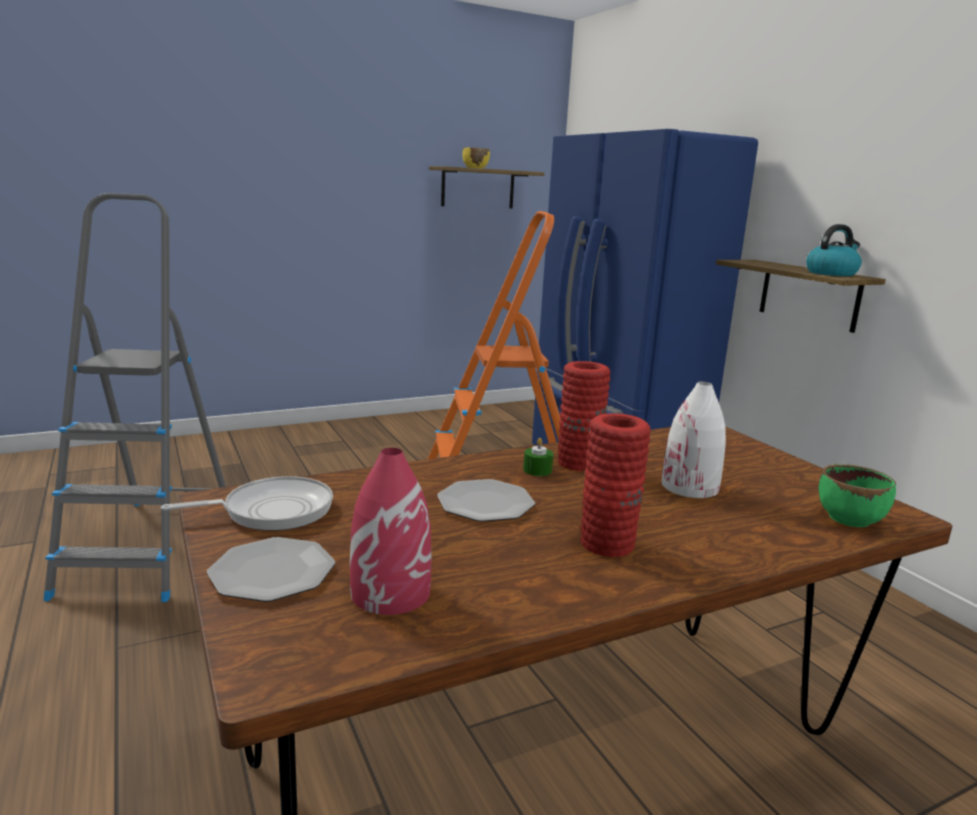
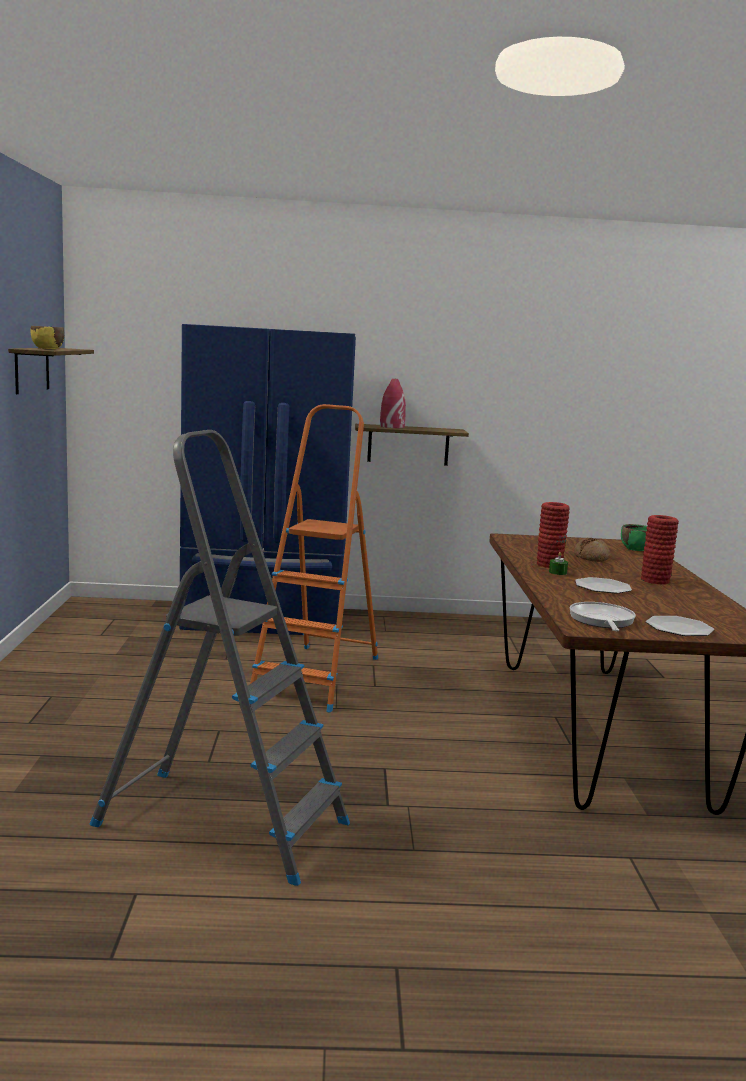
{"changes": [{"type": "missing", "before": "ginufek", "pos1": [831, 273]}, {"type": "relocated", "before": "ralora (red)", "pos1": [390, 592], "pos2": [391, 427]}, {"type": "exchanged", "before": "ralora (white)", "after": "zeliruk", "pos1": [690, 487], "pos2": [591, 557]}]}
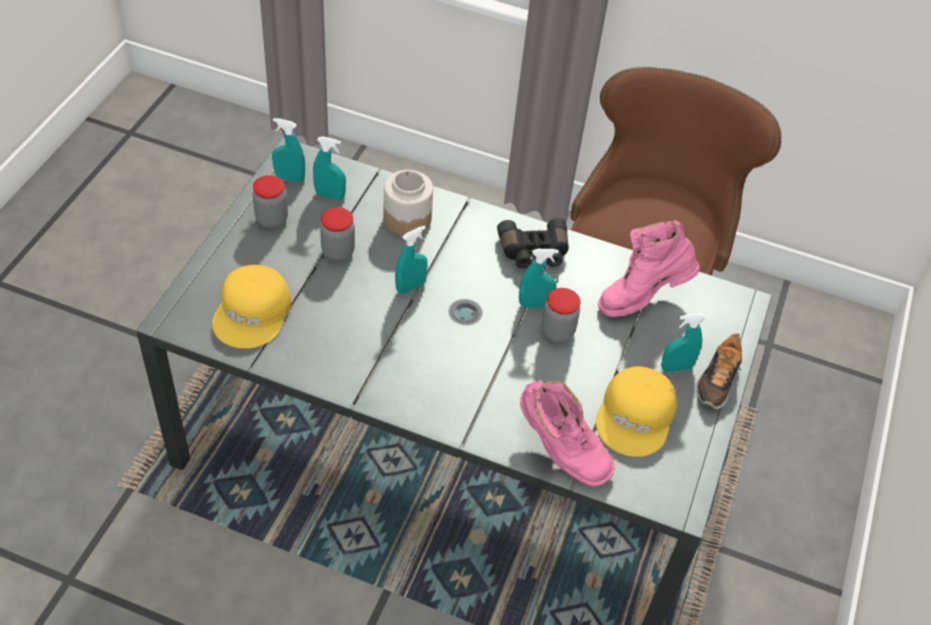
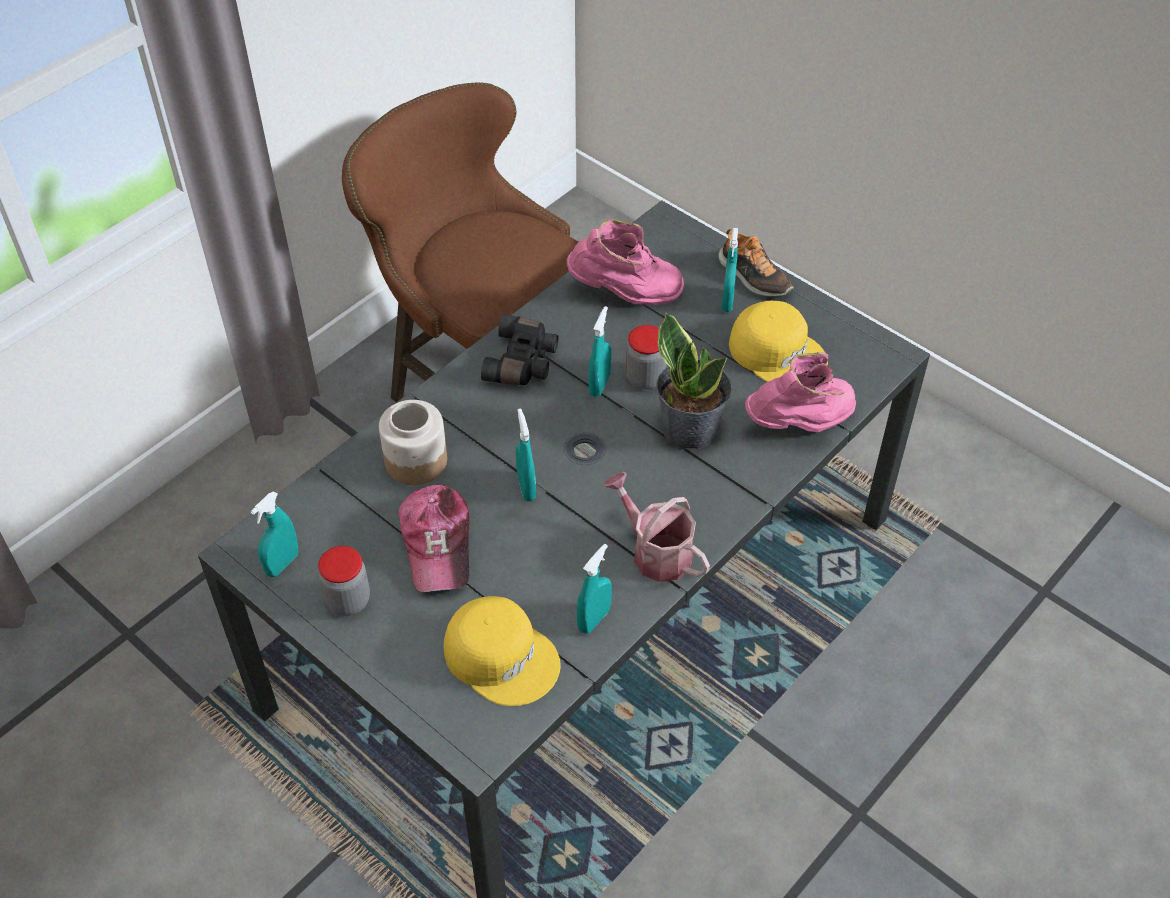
{"changes": [{"type": "appeared", "after": "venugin", "pos2": [655, 551]}, {"type": "appeared", "after": "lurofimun", "pos2": [689, 429]}, {"type": "relocated", "before": "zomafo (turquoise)", "pos1": [330, 195], "pos2": [594, 619]}, {"type": "exchanged", "before": "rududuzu", "after": "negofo", "pos1": [338, 251], "pos2": [438, 544]}, {"type": "spun", "before": "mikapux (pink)", "pos1": [642, 297], "pos2": [625, 295], "turn": -90}]}
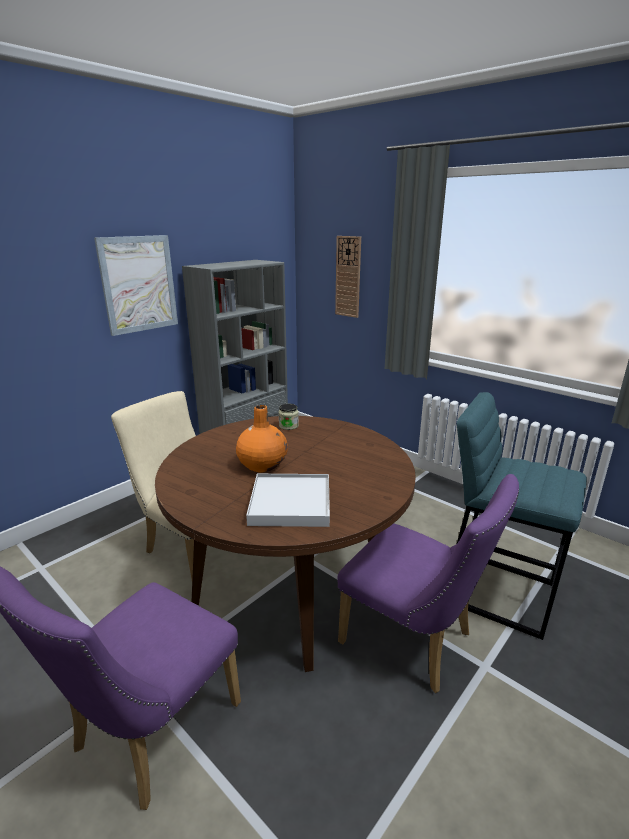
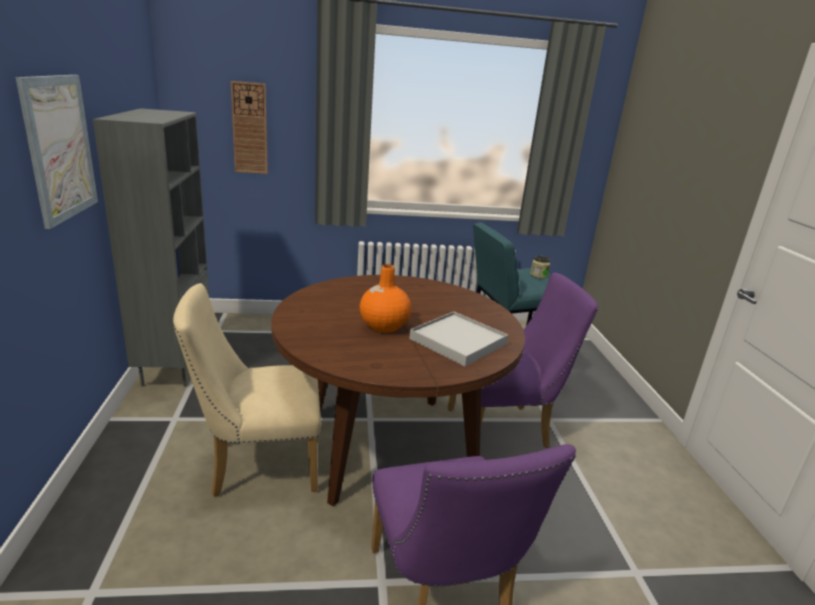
{"changes": [{"type": "relocated", "before": "rududuzu", "pos1": [288, 426], "pos2": [538, 275]}]}
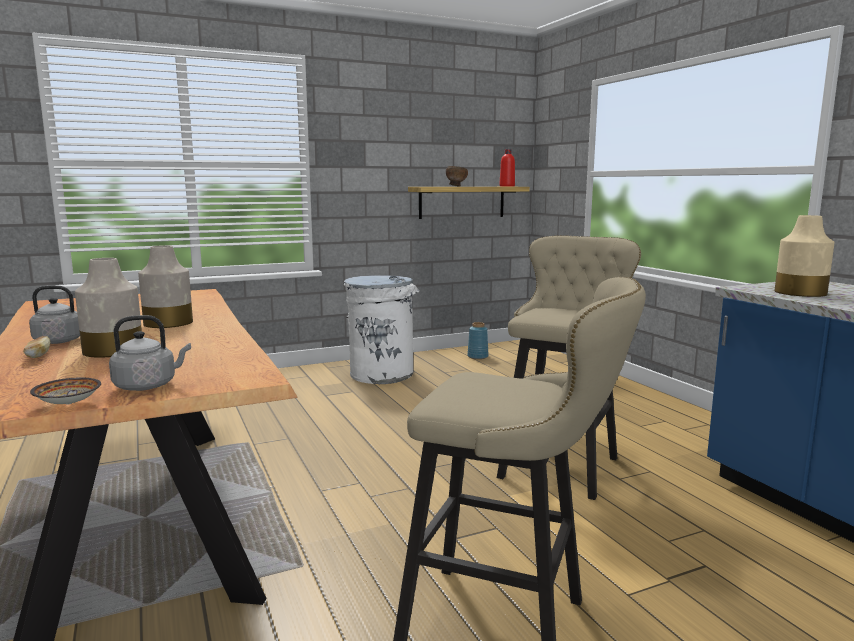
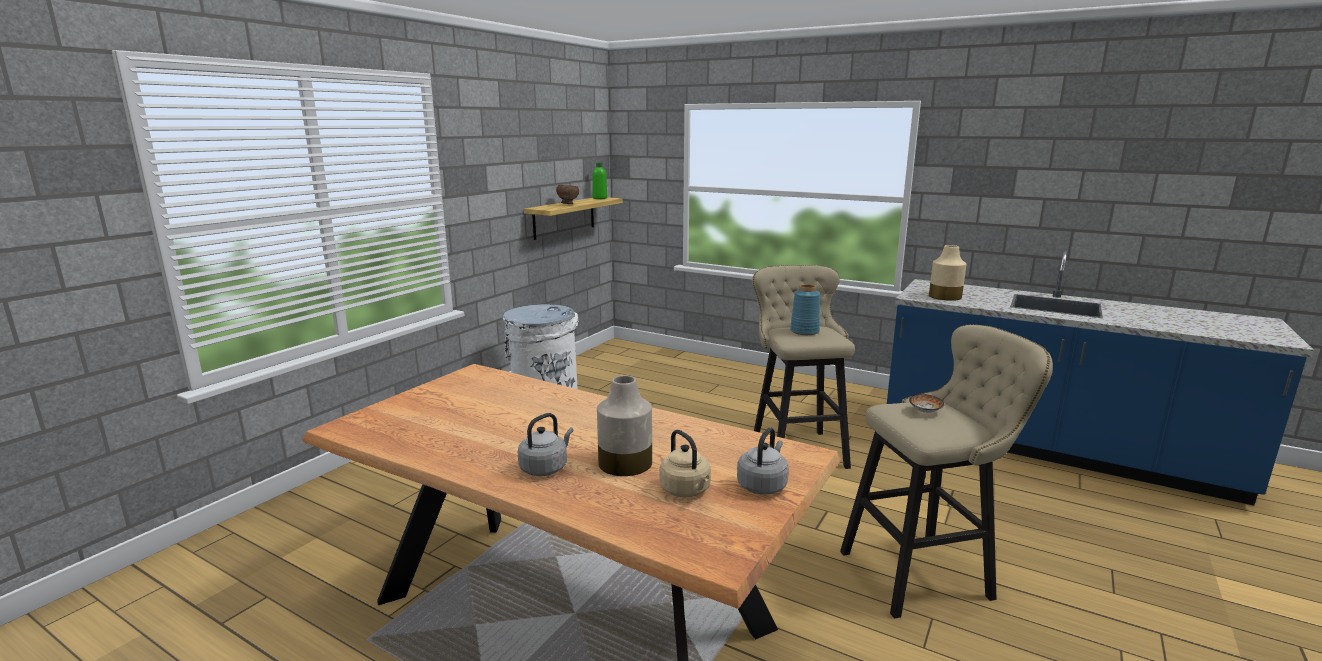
{"changes": [{"type": "missing", "before": "zeliruk", "pos1": [38, 356]}, {"type": "missing", "before": "ralora (beige)", "pos1": [167, 323]}, {"type": "appeared", "after": "ginufek (beige)", "pos2": [686, 491]}, {"type": "relocated", "before": "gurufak", "pos1": [68, 404], "pos2": [925, 411]}, {"type": "relocated", "before": "ralora (blue)", "pos1": [478, 357], "pos2": [805, 331]}, {"type": "colour", "before": "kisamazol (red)", "after": "kisamazol (green)", "pos1": [507, 186], "pos2": [600, 198]}]}
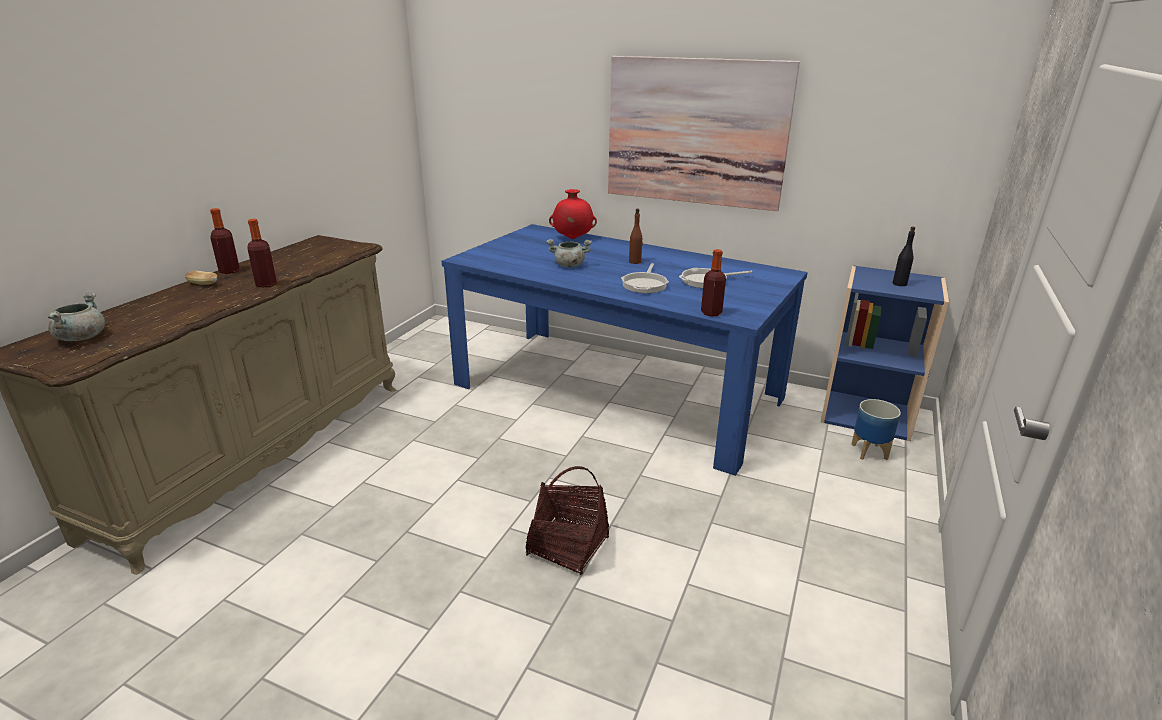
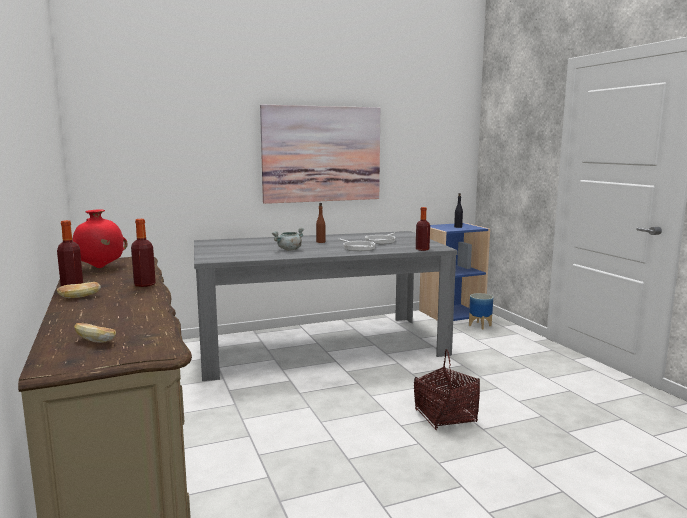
{"changes": [{"type": "relocated", "before": "ralora (red)", "pos1": [572, 239], "pos2": [100, 268]}, {"type": "exchanged", "before": "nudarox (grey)", "after": "zeliruk", "pos1": [81, 337], "pos2": [96, 341]}, {"type": "colour", "before": "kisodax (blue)", "after": "kisodax (grey)", "pos1": [616, 391], "pos2": [320, 345]}]}
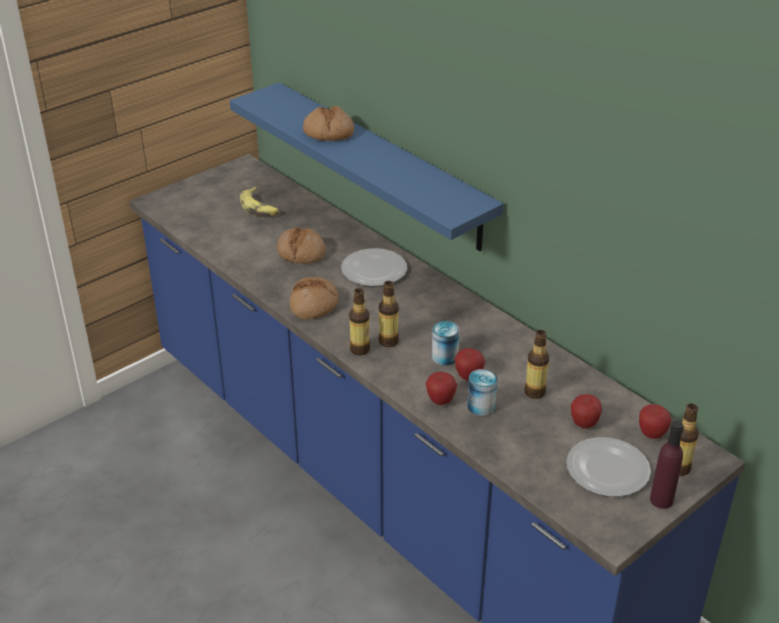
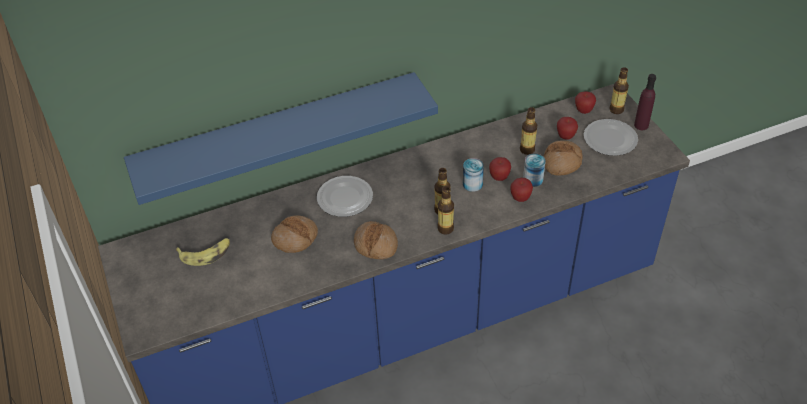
{"changes": [{"type": "relocated", "before": "zeliruk", "pos1": [328, 133], "pos2": [562, 162]}]}
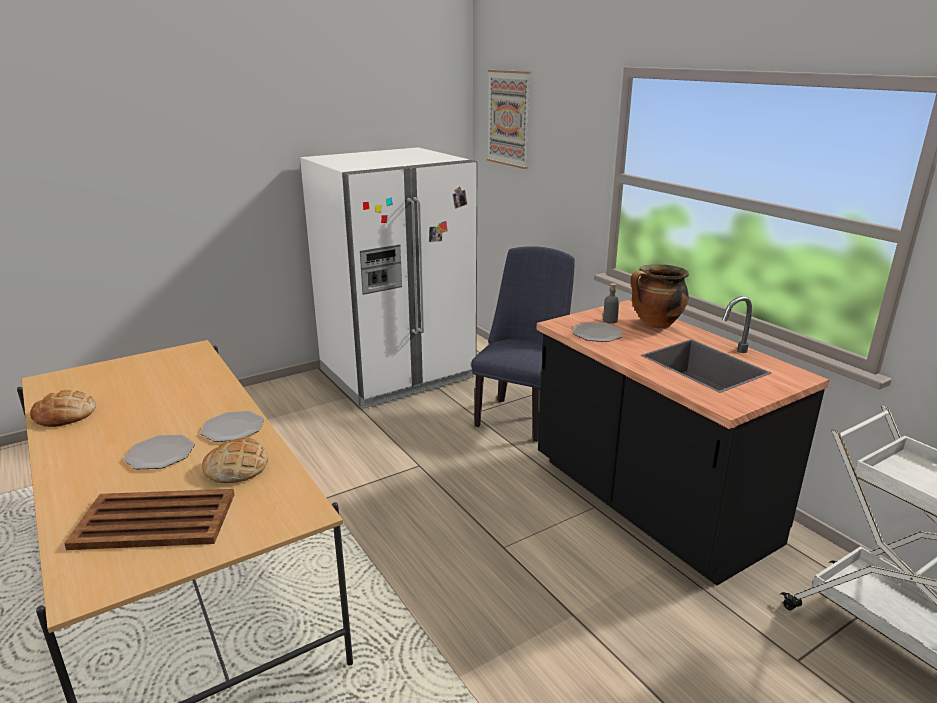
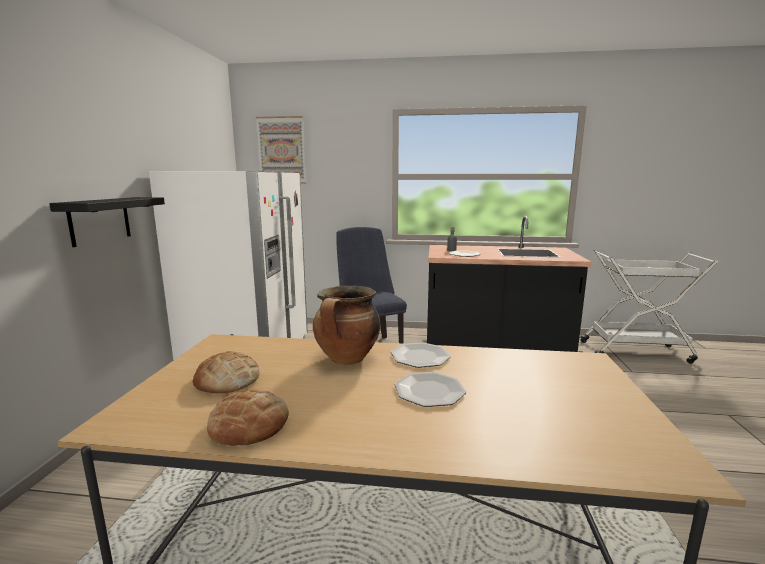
{"changes": [{"type": "missing", "before": "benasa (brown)", "pos1": [153, 520]}, {"type": "appeared", "after": "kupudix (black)", "pos2": [100, 220]}, {"type": "relocated", "before": "zeliruk", "pos1": [237, 467], "pos2": [227, 380]}, {"type": "relocated", "before": "nudarox", "pos1": [655, 324], "pos2": [347, 360]}]}
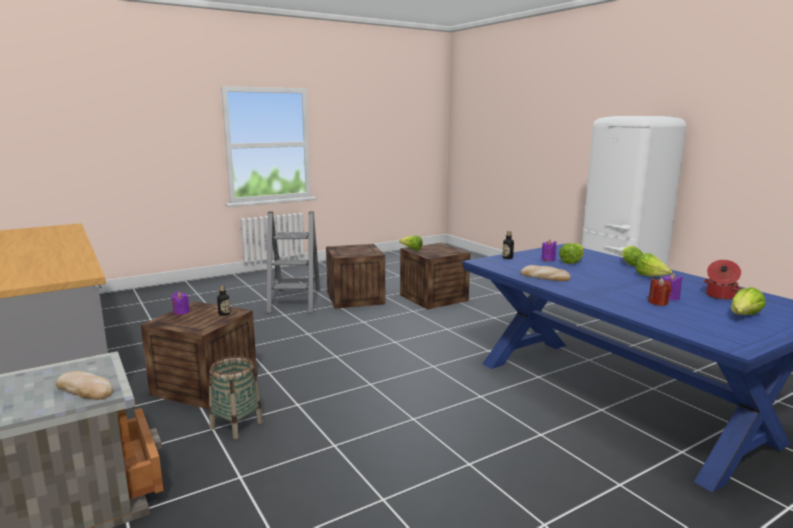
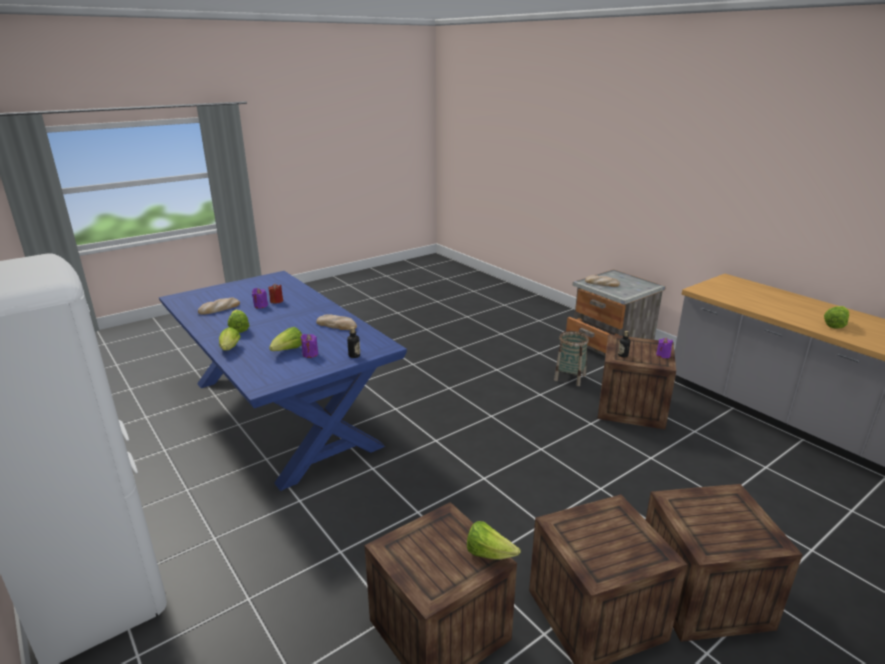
{"changes": [{"type": "relocated", "before": "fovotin", "pos1": [744, 316], "pos2": [835, 325]}, {"type": "exchanged", "before": "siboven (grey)", "after": "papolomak", "pos1": [295, 300], "pos2": [702, 594]}, {"type": "exchanged", "before": "nudarox", "after": "zeliruk", "pos1": [720, 296], "pos2": [219, 308]}]}
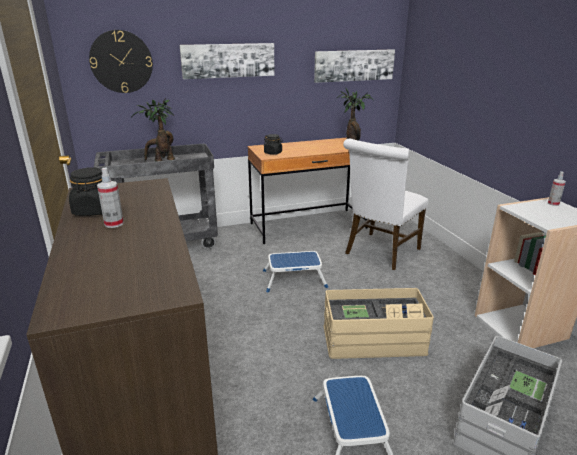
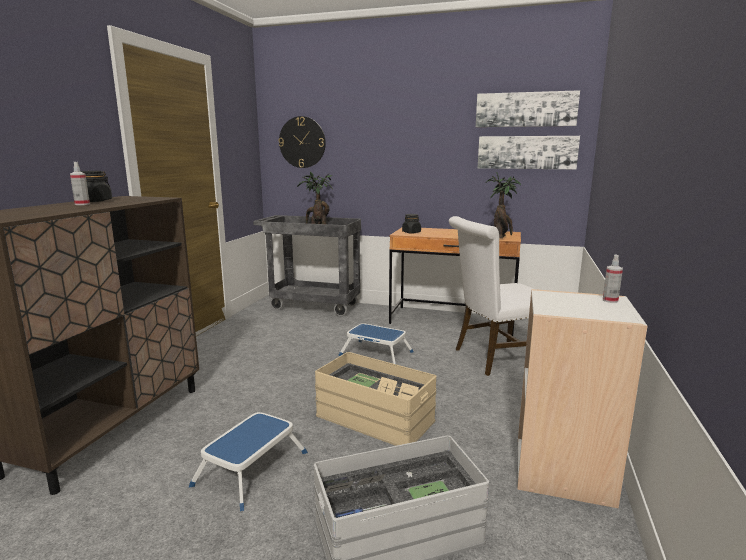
{"changes": [{"type": "relocated", "before": "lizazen", "pos1": [228, 60], "pos2": [525, 109]}]}
